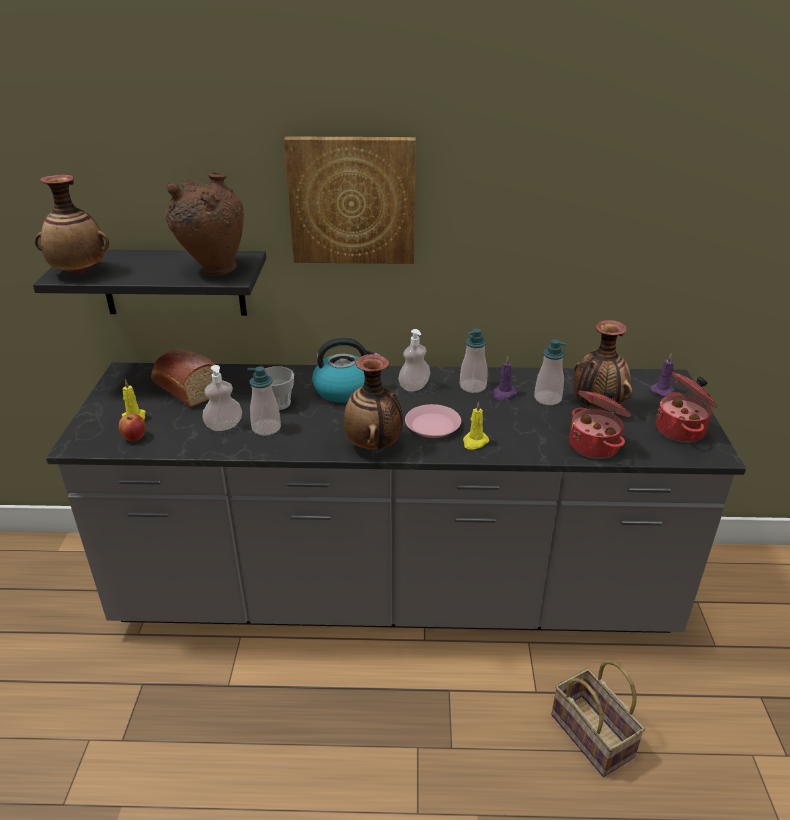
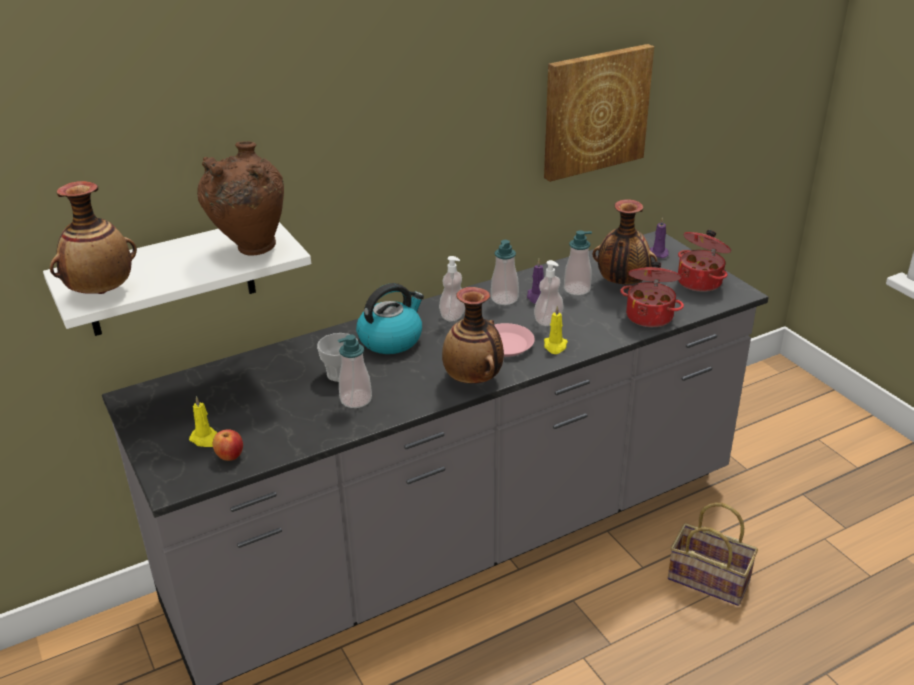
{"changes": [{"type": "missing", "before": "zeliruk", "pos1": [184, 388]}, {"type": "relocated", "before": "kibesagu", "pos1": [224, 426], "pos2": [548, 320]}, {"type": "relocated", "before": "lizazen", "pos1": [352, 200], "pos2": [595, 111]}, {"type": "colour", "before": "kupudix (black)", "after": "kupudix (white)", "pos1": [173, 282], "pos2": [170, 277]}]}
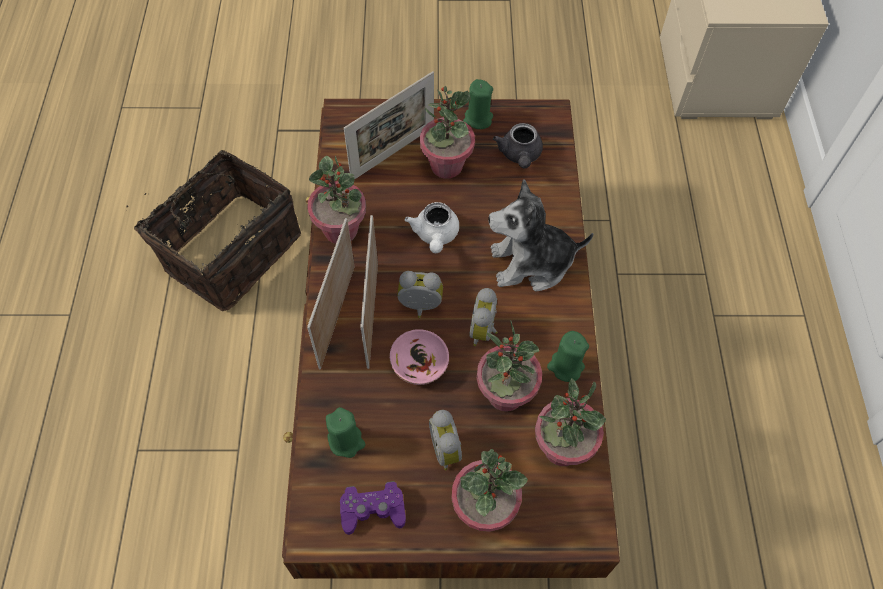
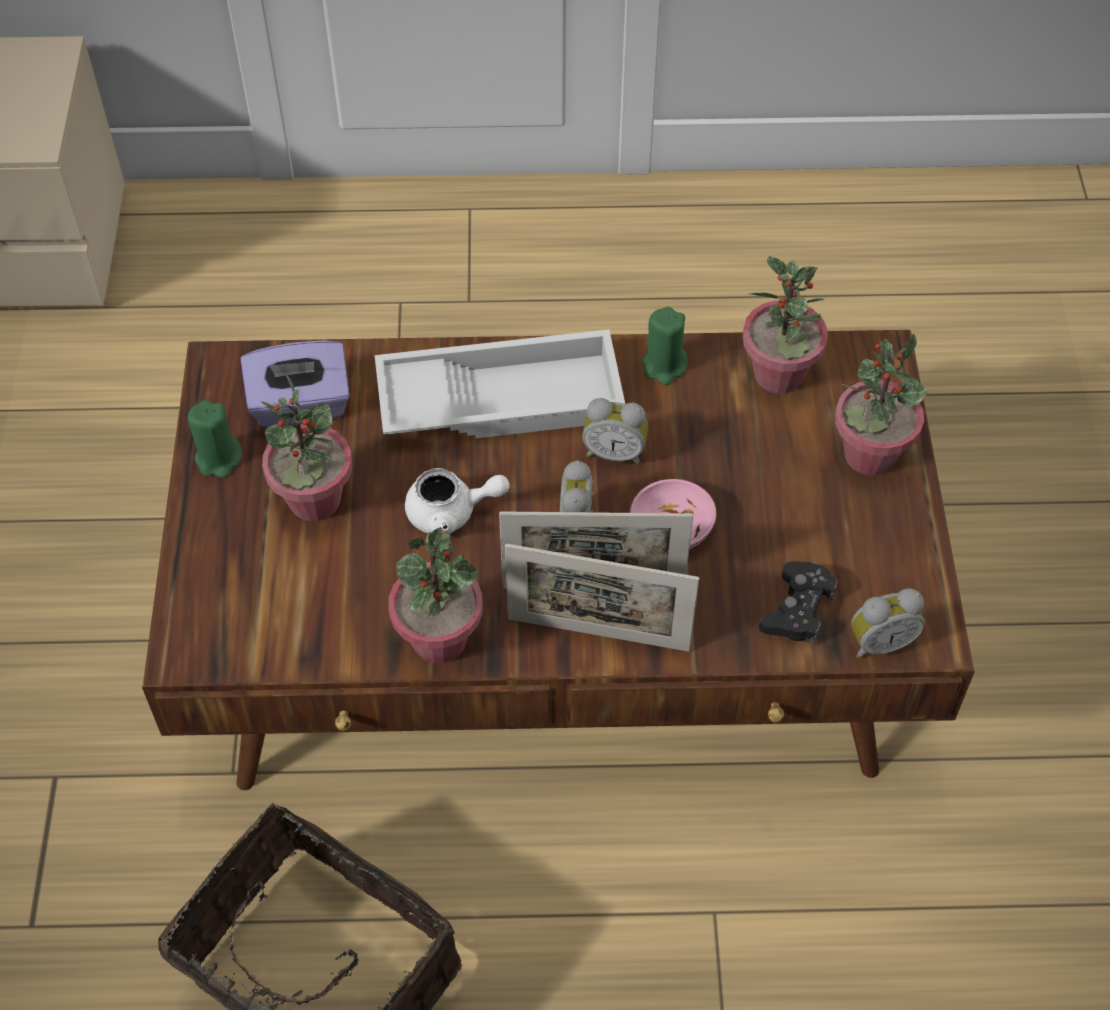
{"changes": [{"type": "missing", "before": "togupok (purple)", "pos1": [373, 510]}, {"type": "missing", "before": "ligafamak", "pos1": [393, 153]}, {"type": "missing", "before": "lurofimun", "pos1": [505, 394]}, {"type": "relocated", "before": "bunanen", "pos1": [447, 449], "pos2": [879, 642]}, {"type": "exchanged", "before": "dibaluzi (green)", "after": "togupok (black)", "pos1": [346, 441], "pos2": [797, 609]}, {"type": "exchanged", "before": "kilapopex", "after": "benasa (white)", "pos1": [531, 263], "pos2": [501, 397]}, {"type": "exchanged", "before": "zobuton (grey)", "after": "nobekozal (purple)", "pos1": [519, 156], "pos2": [300, 406]}]}
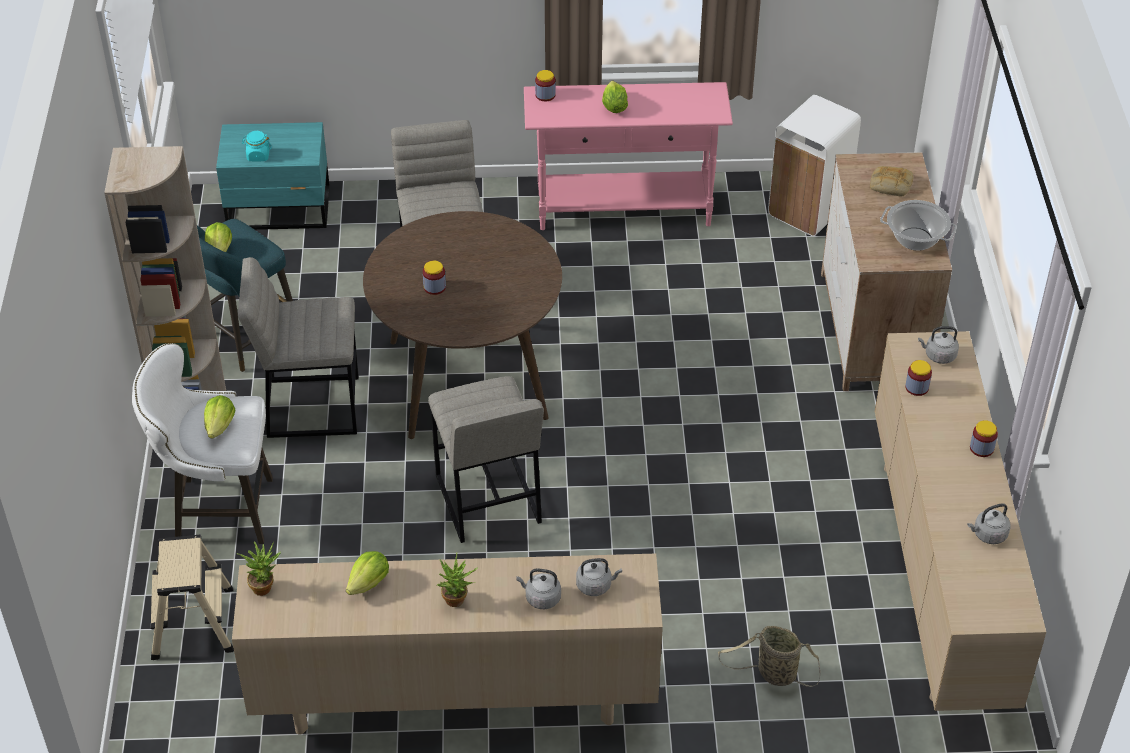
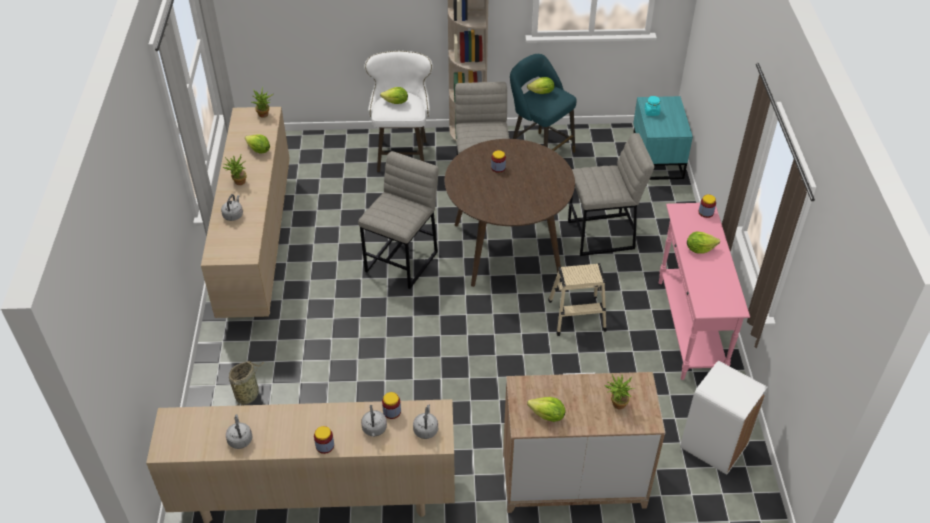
{"changes": [{"type": "relocated", "before": "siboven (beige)", "pos1": [192, 623], "pos2": [577, 315]}, {"type": "relocated", "before": "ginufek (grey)", "pos1": [596, 585], "pos2": [374, 429]}, {"type": "exchanged", "before": "zeliruk", "after": "lurofimun", "pos1": [890, 184], "pos2": [616, 405]}, {"type": "exchanged", "before": "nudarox", "after": "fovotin", "pos1": [916, 239], "pos2": [547, 416]}, {"type": "spun", "before": "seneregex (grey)", "pos1": [489, 501], "pos2": [402, 260], "turn": 135}]}
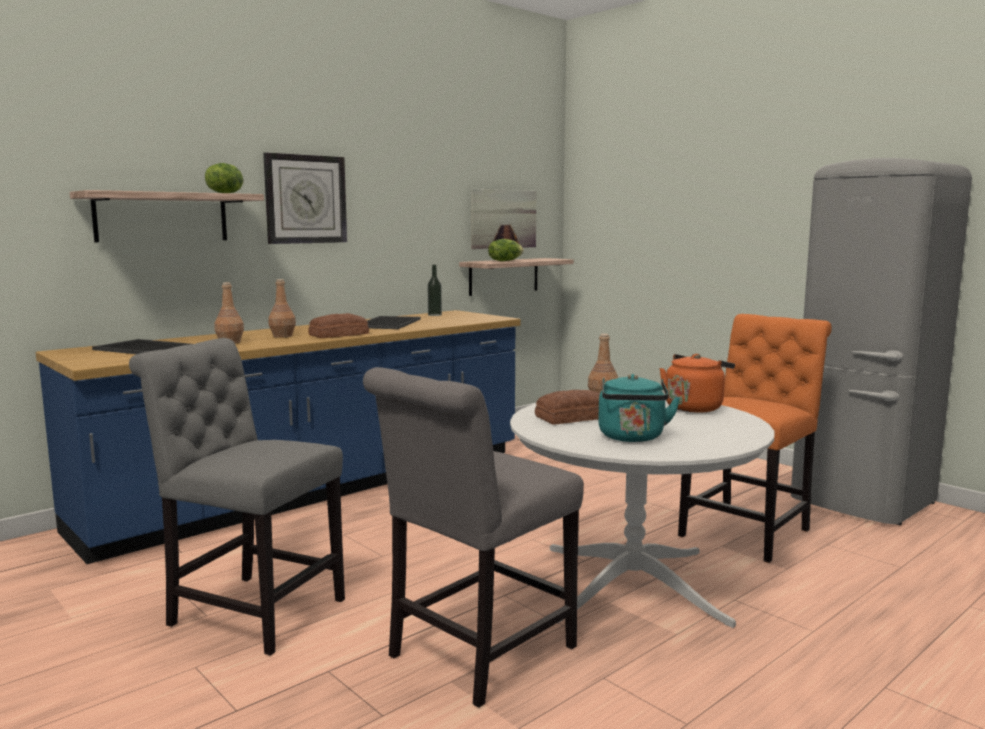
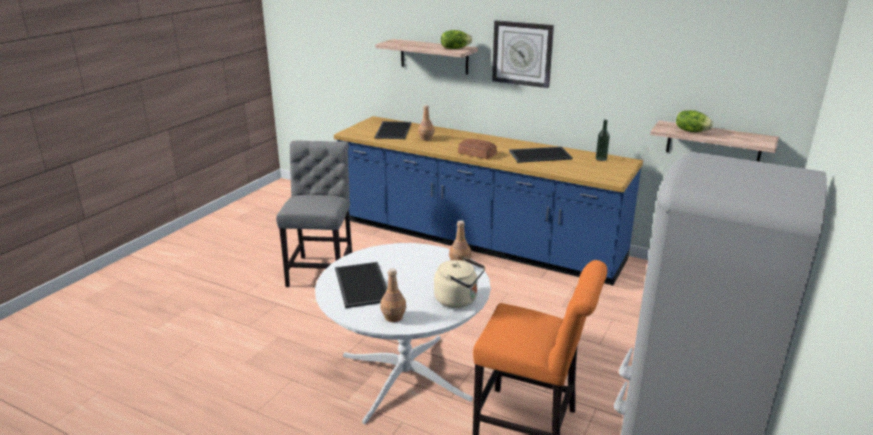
{"changes": [{"type": "missing", "before": "seneregex (grey)", "pos1": [475, 655]}, {"type": "missing", "before": "lizazen", "pos1": [503, 219]}, {"type": "missing", "before": "zeliruk", "pos1": [574, 417]}, {"type": "relocated", "before": "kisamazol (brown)", "pos1": [282, 336], "pos2": [393, 317]}, {"type": "exchanged", "before": "ginufek (turquoise)", "after": "benasa", "pos1": [632, 438], "pos2": [360, 284]}, {"type": "colour", "before": "ginufek (orange)", "after": "ginufek (beige)", "pos1": [695, 407], "pos2": [458, 300]}]}
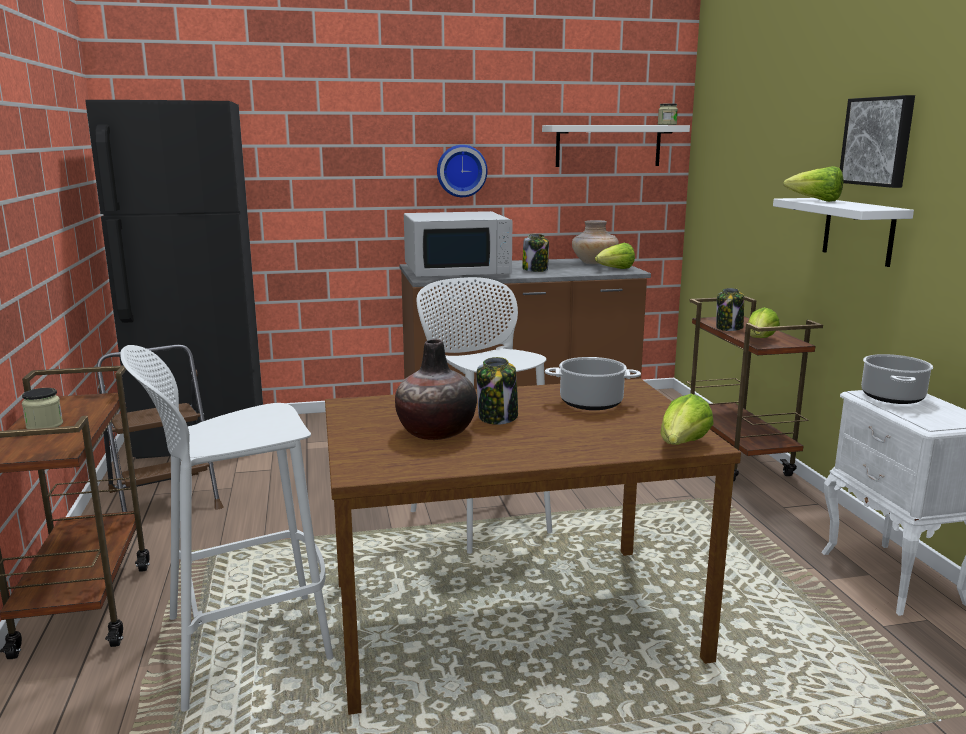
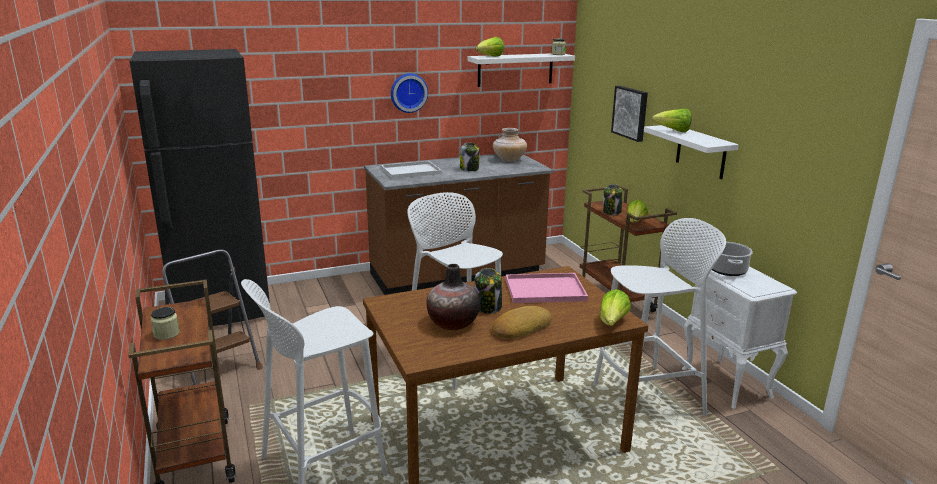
{"changes": [{"type": "appeared", "after": "zeliruk", "pos2": [520, 327]}, {"type": "appeared", "after": "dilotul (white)", "pos2": [648, 396]}, {"type": "relocated", "before": "fovotin", "pos1": [615, 269], "pos2": [490, 57]}, {"type": "relocated", "before": "lizazen", "pos1": [878, 141], "pos2": [631, 113]}, {"type": "exchanged", "before": "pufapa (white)", "after": "benasa (white)", "pos1": [457, 269], "pos2": [411, 171]}, {"type": "exchanged", "before": "nudarox", "after": "benasa (pink)", "pos1": [590, 403], "pos2": [543, 290]}]}
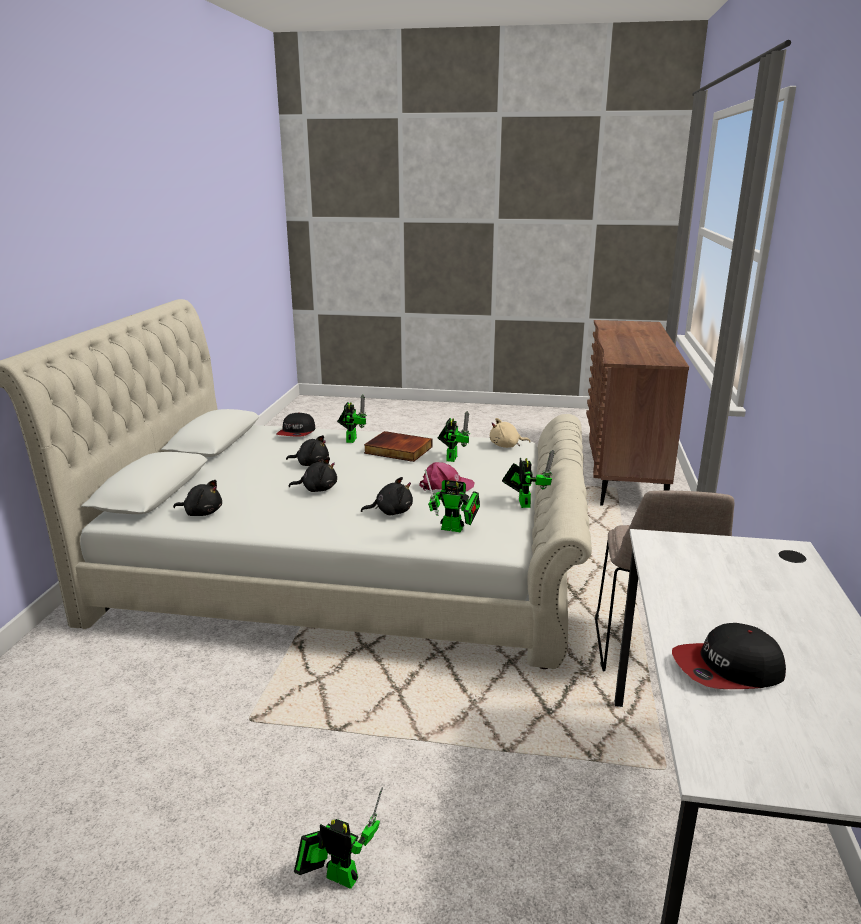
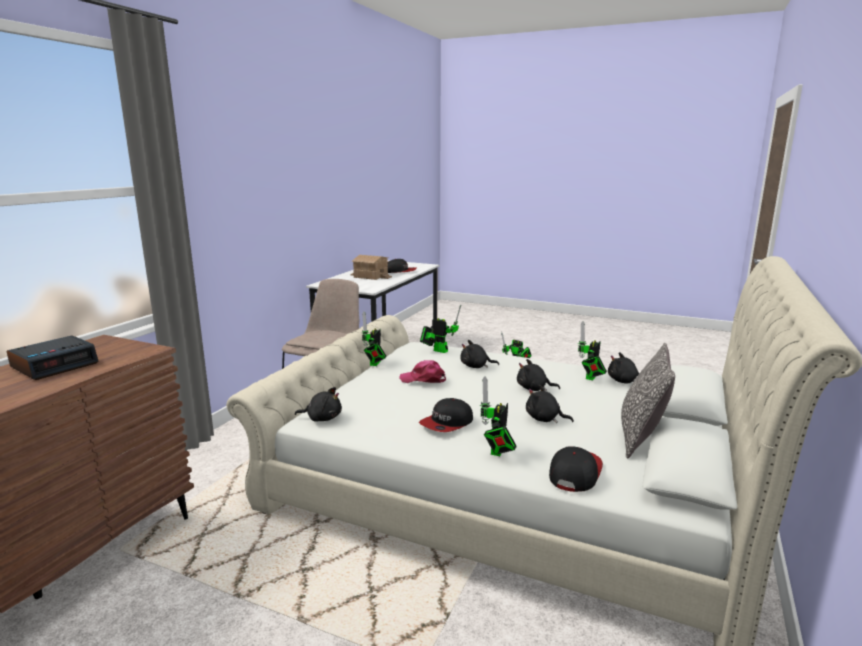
{"changes": [{"type": "appeared", "after": "bunanen", "pos2": [55, 365]}, {"type": "appeared", "after": "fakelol", "pos2": [370, 276]}, {"type": "appeared", "after": "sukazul", "pos2": [641, 437]}, {"type": "relocated", "before": "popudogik", "pos1": [452, 457], "pos2": [590, 378]}, {"type": "exchanged", "before": "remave", "after": "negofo", "pos1": [397, 450], "pos2": [447, 423]}, {"type": "colour", "before": "kilapopex (beige)", "after": "kilapopex (black)", "pos1": [506, 446], "pos2": [322, 418]}]}
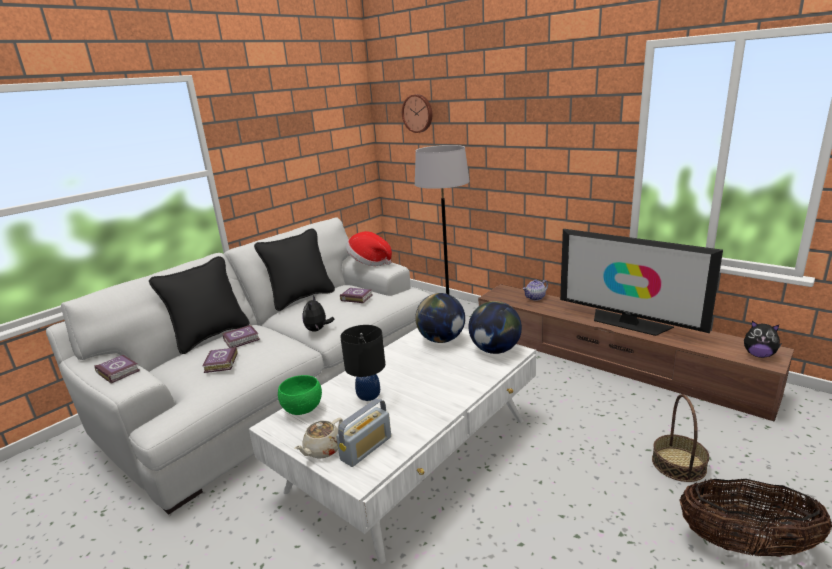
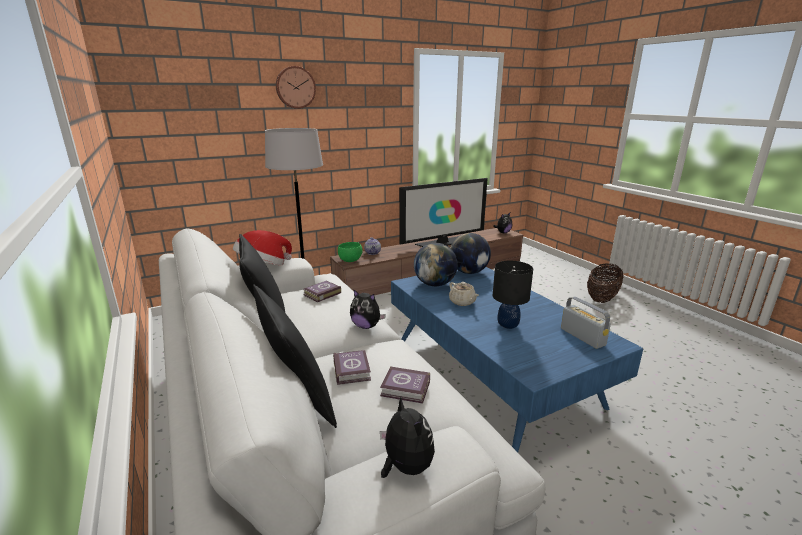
{"changes": [{"type": "missing", "before": "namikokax", "pos1": [679, 464]}, {"type": "relocated", "before": "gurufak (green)", "pos1": [303, 409], "pos2": [350, 260]}, {"type": "relocated", "before": "zobuton (beige)", "pos1": [322, 450], "pos2": [462, 302]}, {"type": "relocated", "before": "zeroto", "pos1": [418, 113], "pos2": [295, 87]}, {"type": "exchanged", "before": "remave", "after": "kilapopex", "pos1": [118, 371], "pos2": [405, 467]}, {"type": "colour", "before": "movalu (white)", "after": "movalu (blue)", "pos1": [412, 454], "pos2": [493, 370]}]}
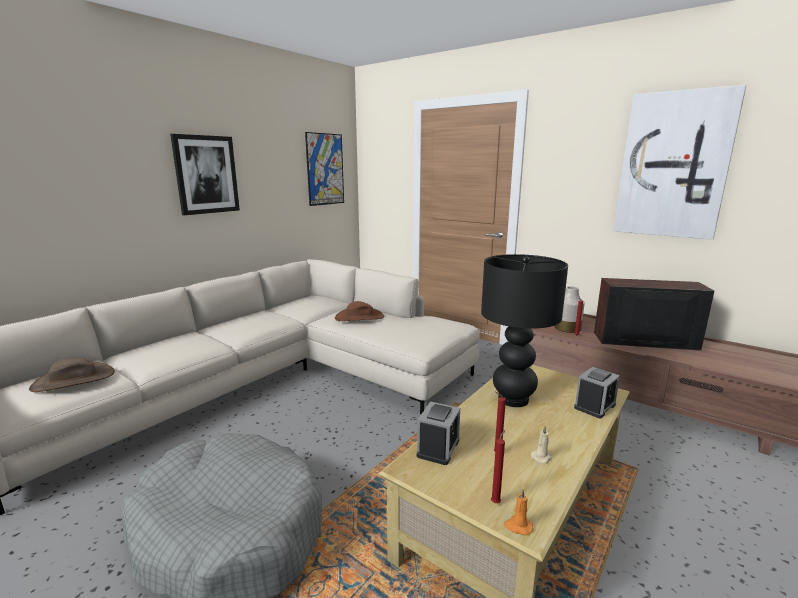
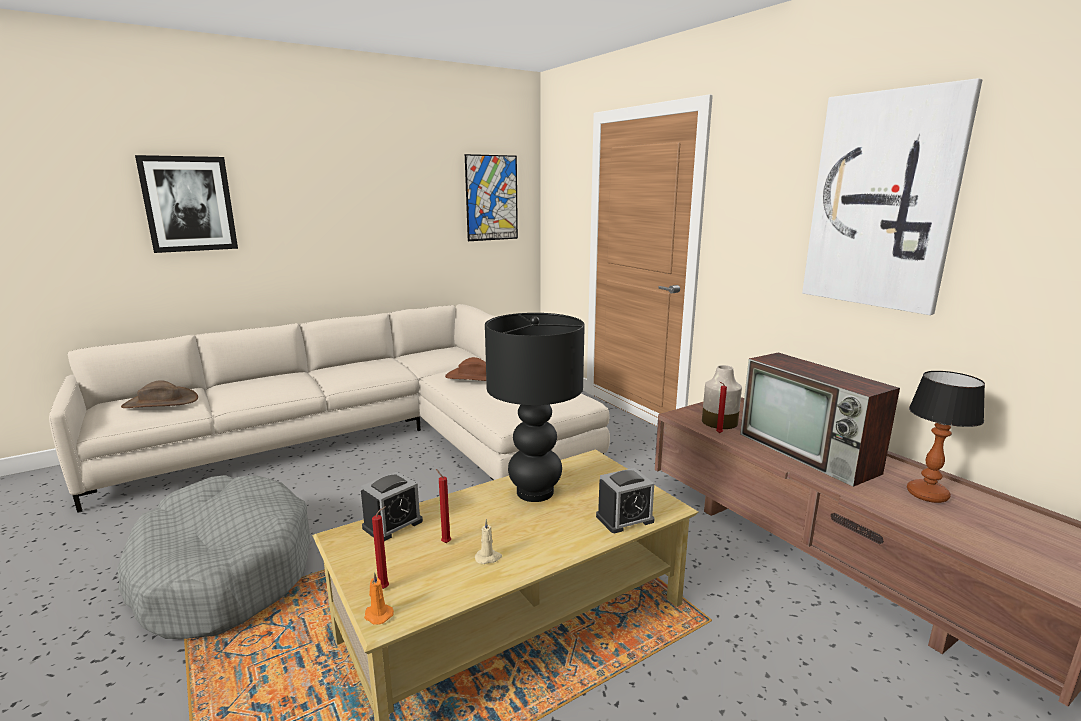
{"changes": [{"type": "appeared", "after": "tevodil", "pos2": [928, 495]}, {"type": "relocated", "before": "lizazen", "pos1": [206, 174], "pos2": [189, 204]}, {"type": "spun", "before": "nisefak", "pos1": [643, 341], "pos2": [809, 453], "turn": -150}]}
